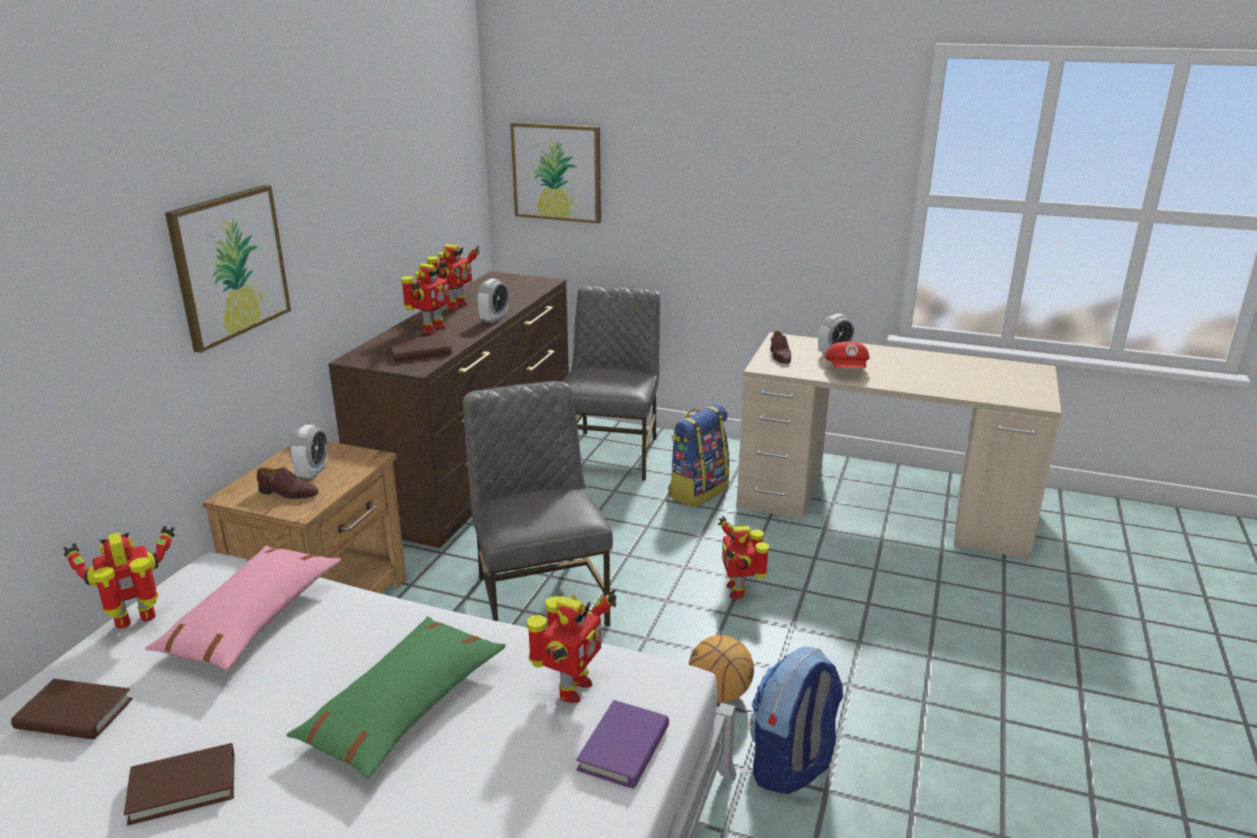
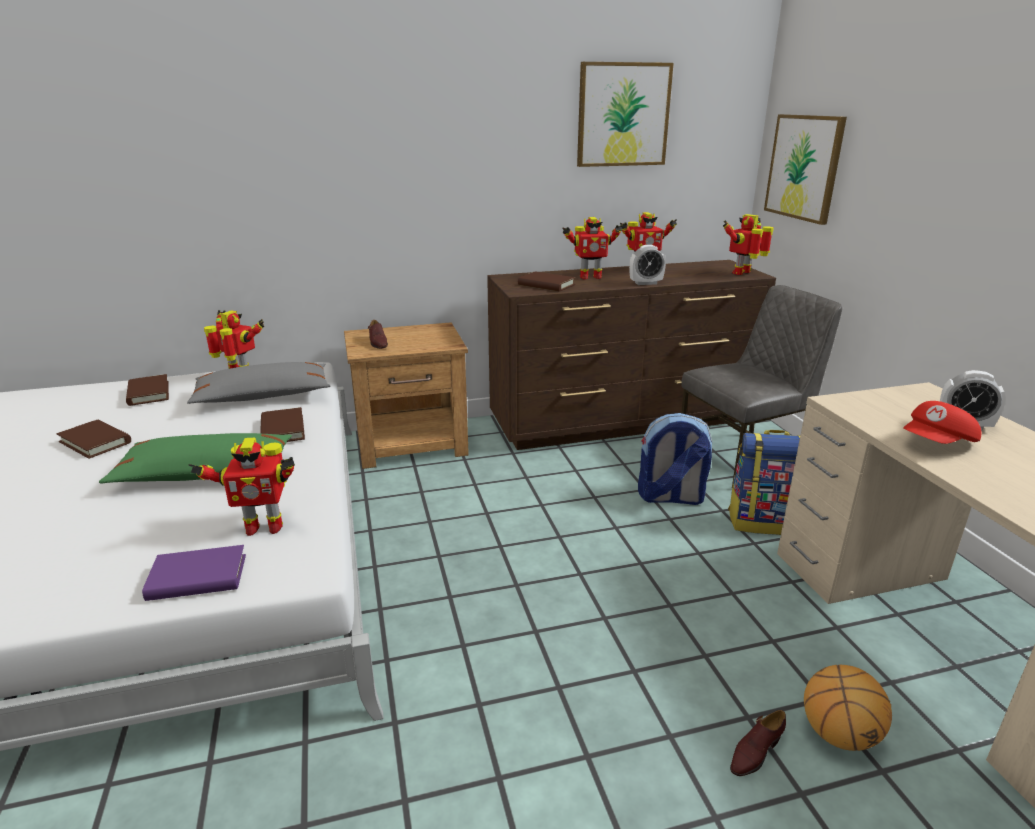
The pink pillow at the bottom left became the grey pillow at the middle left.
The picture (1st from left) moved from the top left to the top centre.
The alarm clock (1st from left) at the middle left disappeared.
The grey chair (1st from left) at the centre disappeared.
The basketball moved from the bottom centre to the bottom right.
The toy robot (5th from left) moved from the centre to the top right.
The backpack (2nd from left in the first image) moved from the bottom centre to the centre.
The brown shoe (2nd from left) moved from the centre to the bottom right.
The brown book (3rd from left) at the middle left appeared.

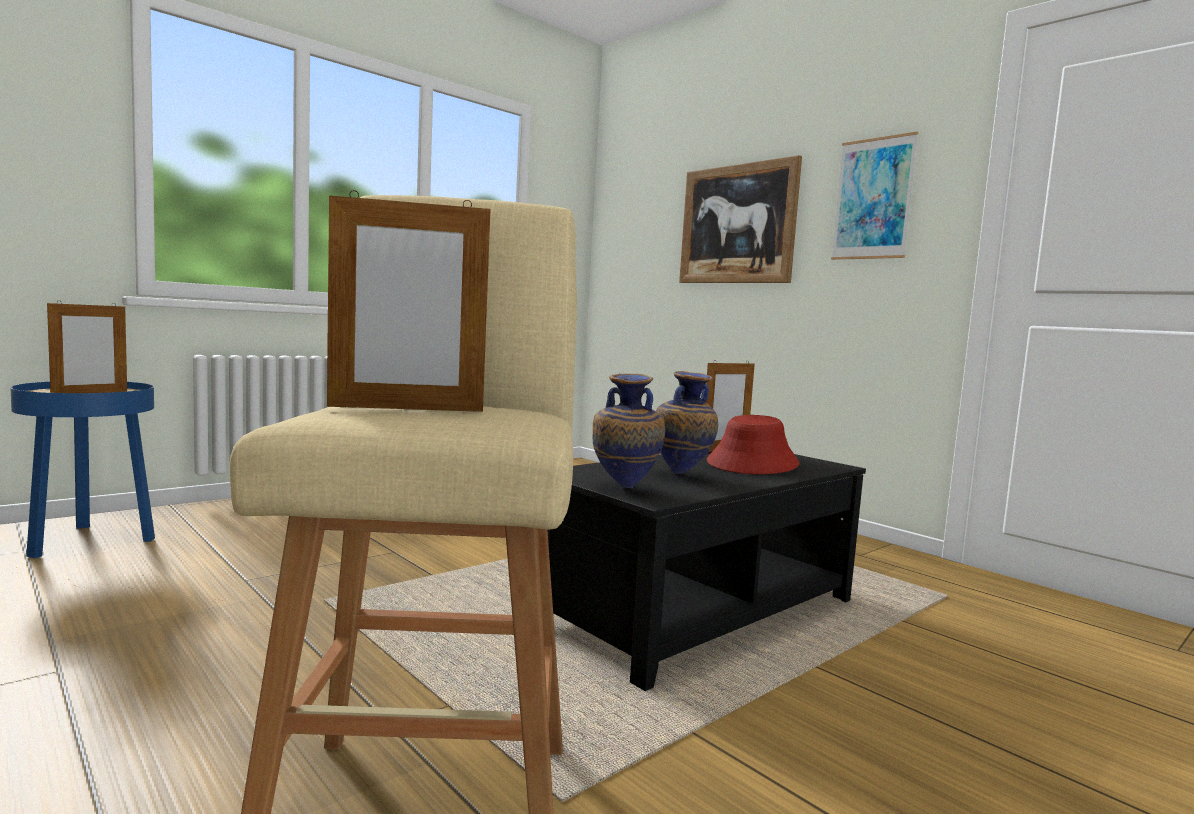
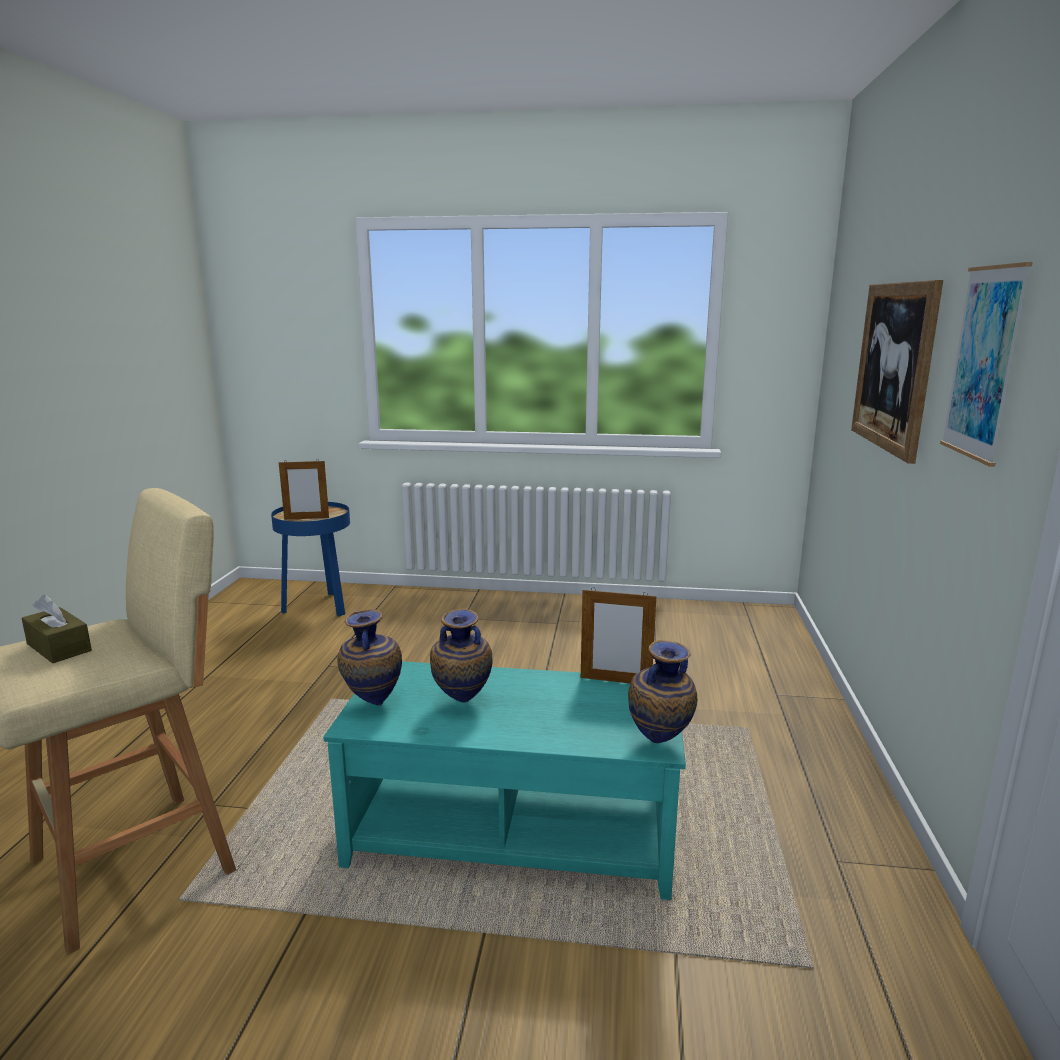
The picture frame (2nd from left) at the centre was replaced by the brown tissue box at the middle left.
The black coffee table at the bottom centre became the turquoise coffee table at the bottom centre.
The red hat at the centre disappeared.
The vase (3rd from left) at the centre appeared.

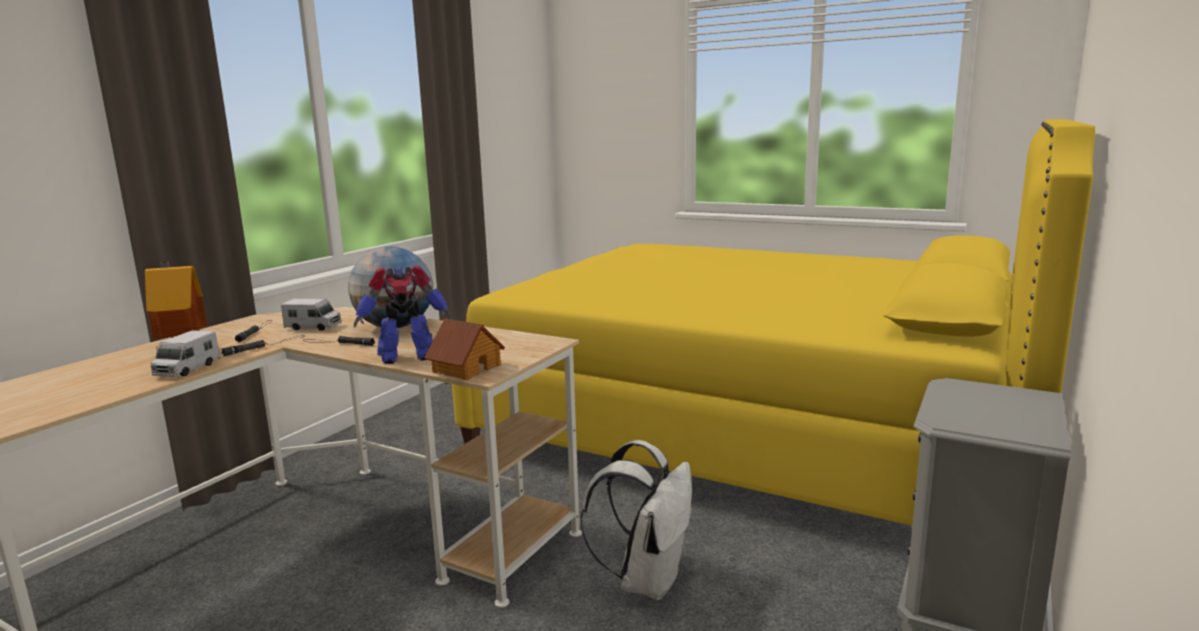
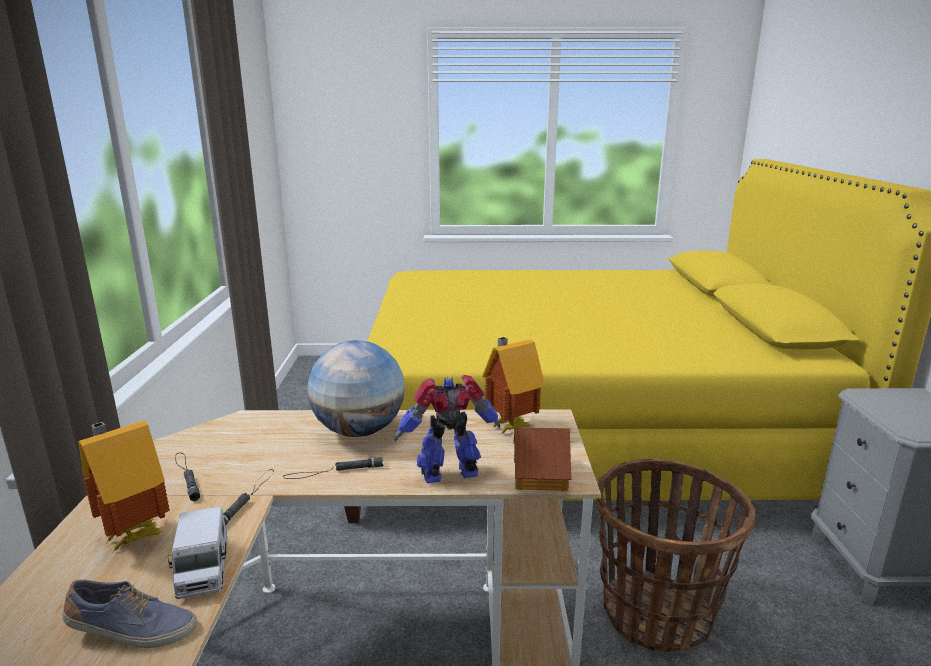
The toy truck (2nd from left) at the middle left disappeared.
The toy robot at the centre turned 150 degrees counterclockwise.
The white backpack at the bottom centre was replaced by the basket at the bottom right.
The shoe at the bottom left appeared.
The toy house (2nd from left) at the centre appeared.

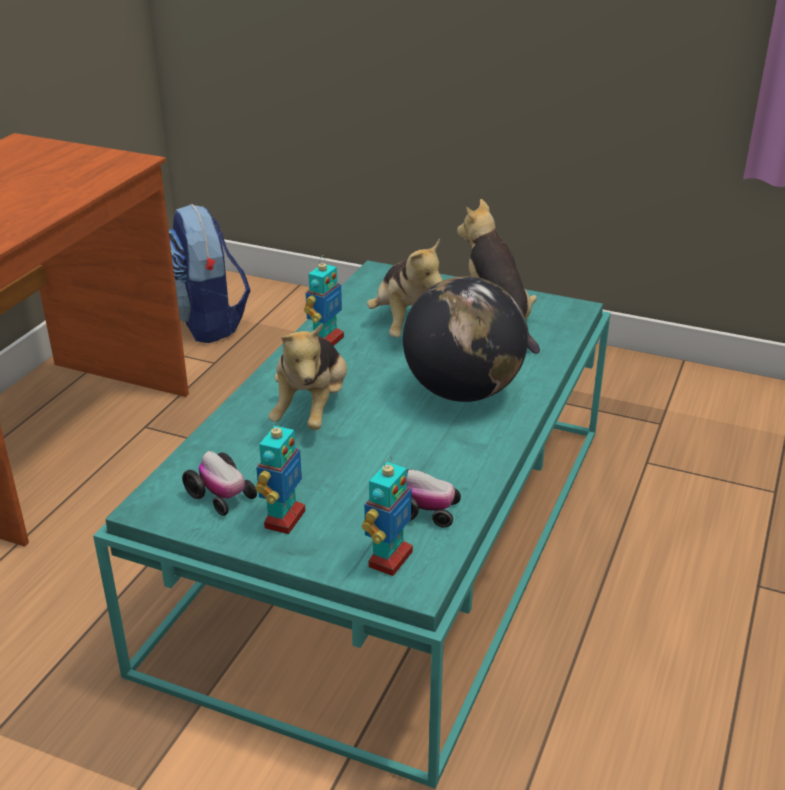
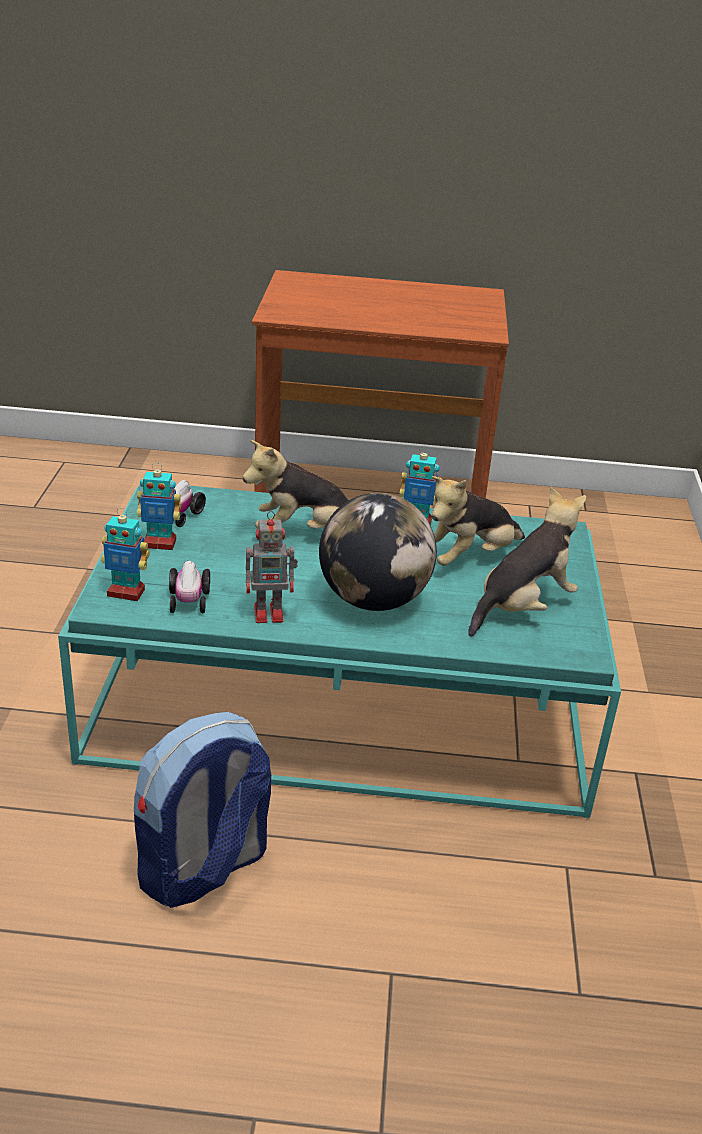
The backpack moved from the middle left to the bottom left.
The toy robot (3rd from left) at the centre appeared.

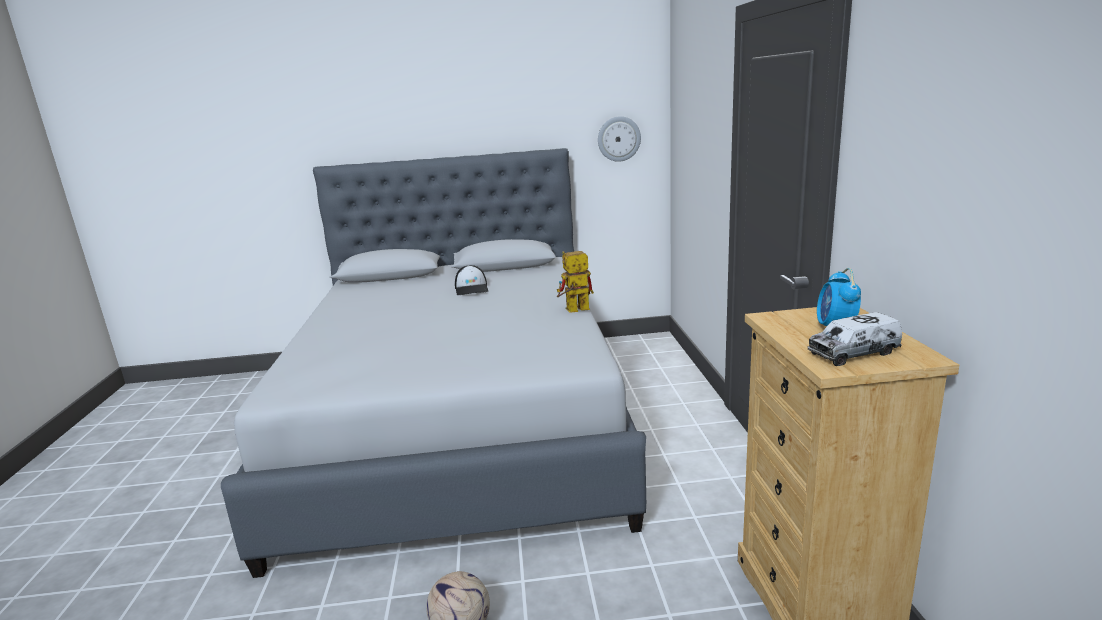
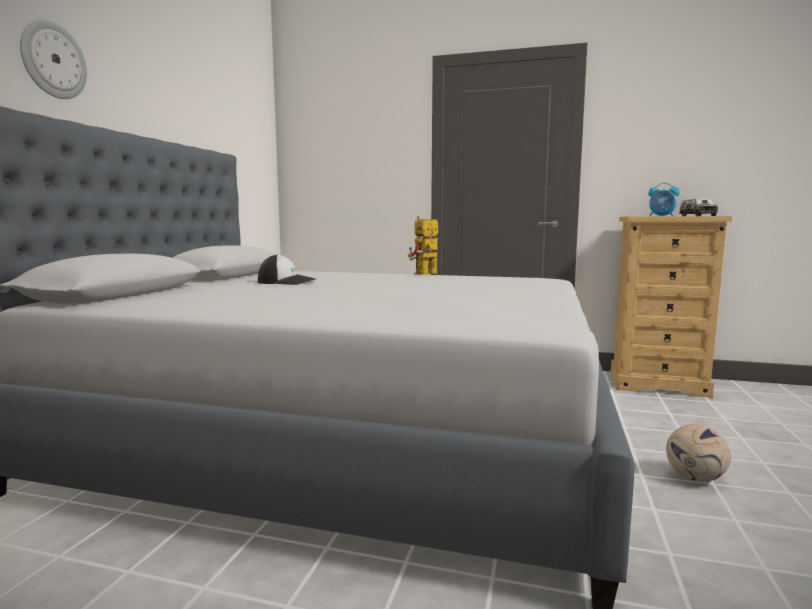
The toy robot at the centre turned 45 degrees clockwise.
The wall clock moved from the top centre to the top left.

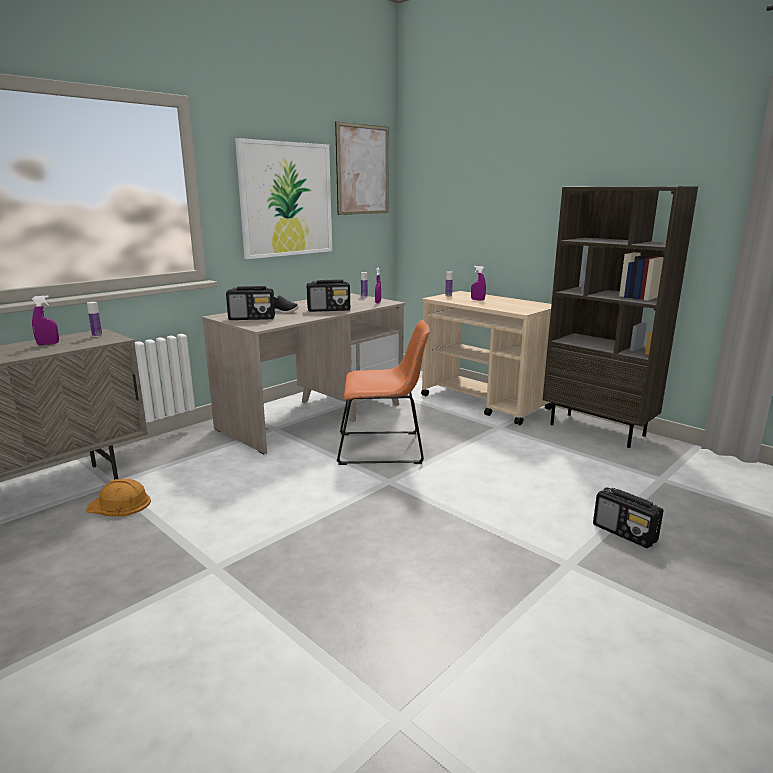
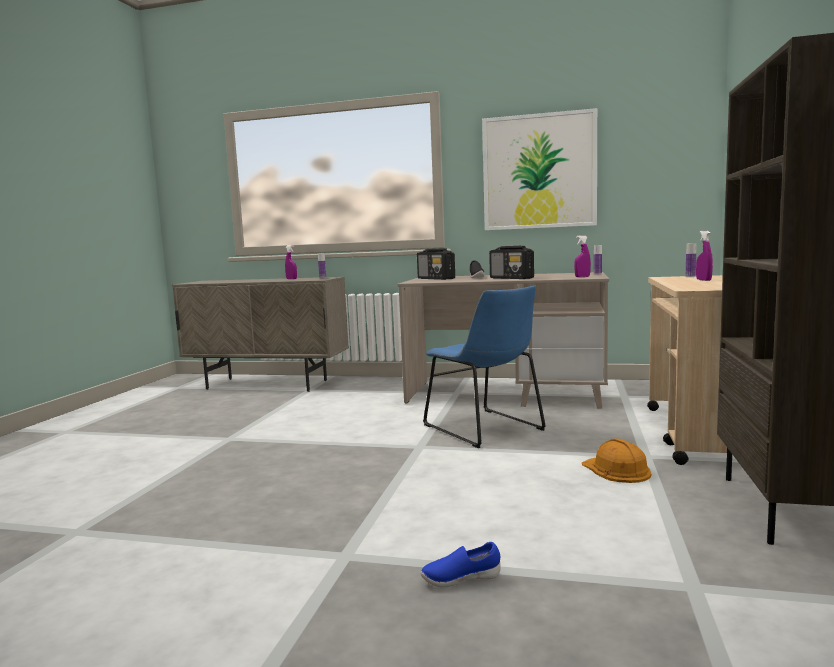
The orange hard hat moved from the middle left to the bottom right.
The picture (2nd from left) at the top centre disappeared.
The orange chair at the centre became the blue chair at the centre.
The radio (3rd from left) at the bottom right was replaced by the blue shoe at the bottom centre.

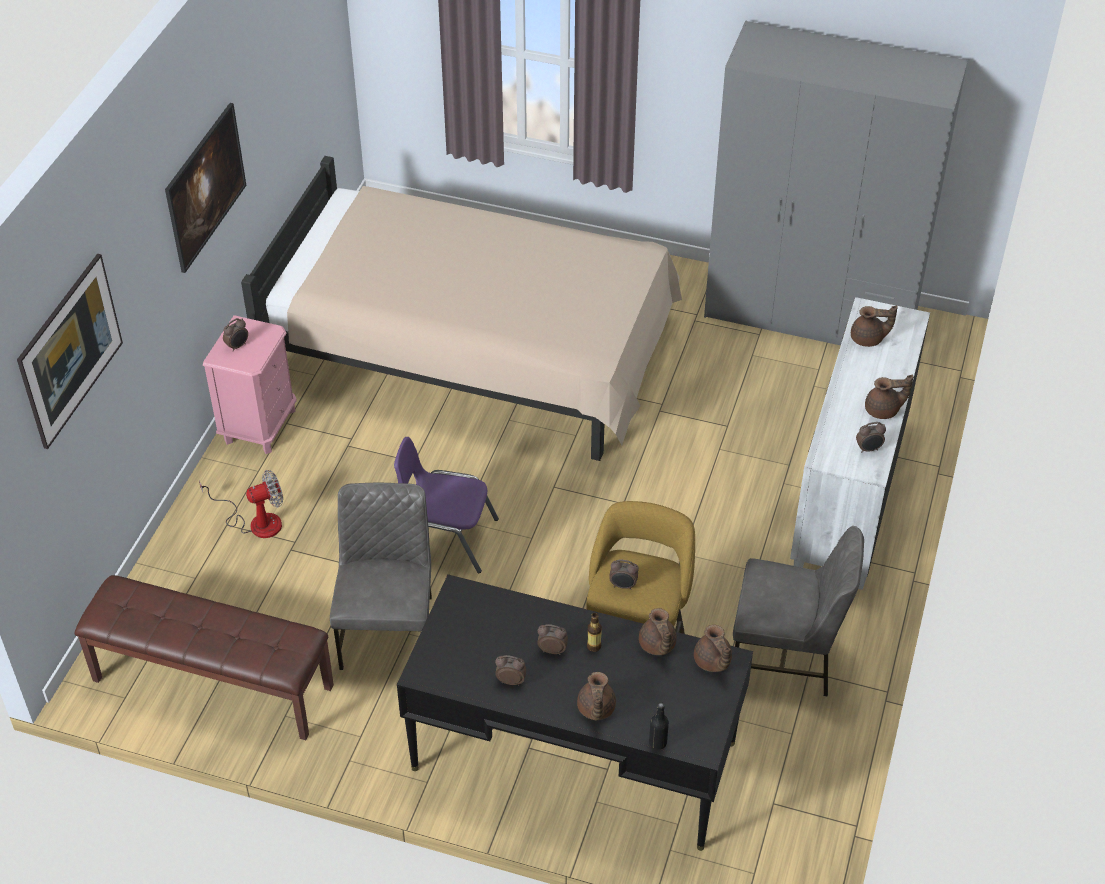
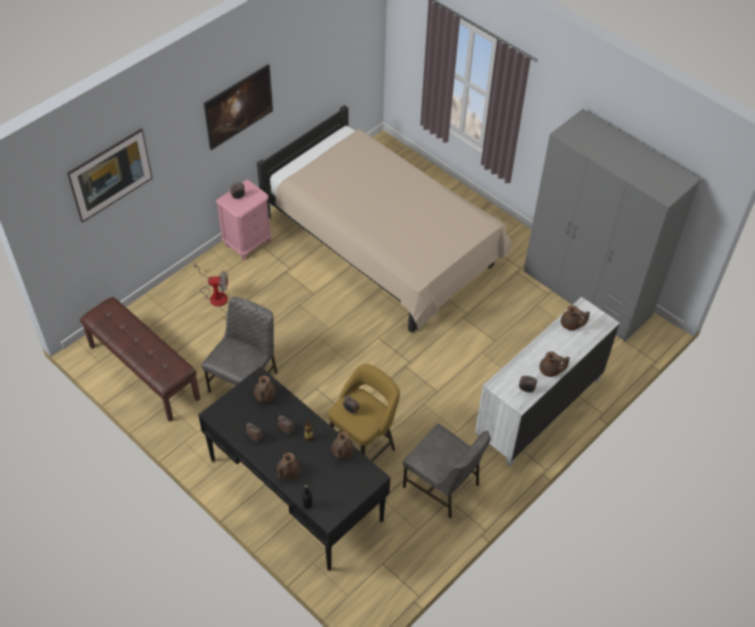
The purple chair at the centre disappeared.
The brown teapot (3rd from left in the first image) moved from the bottom centre to the centre.

